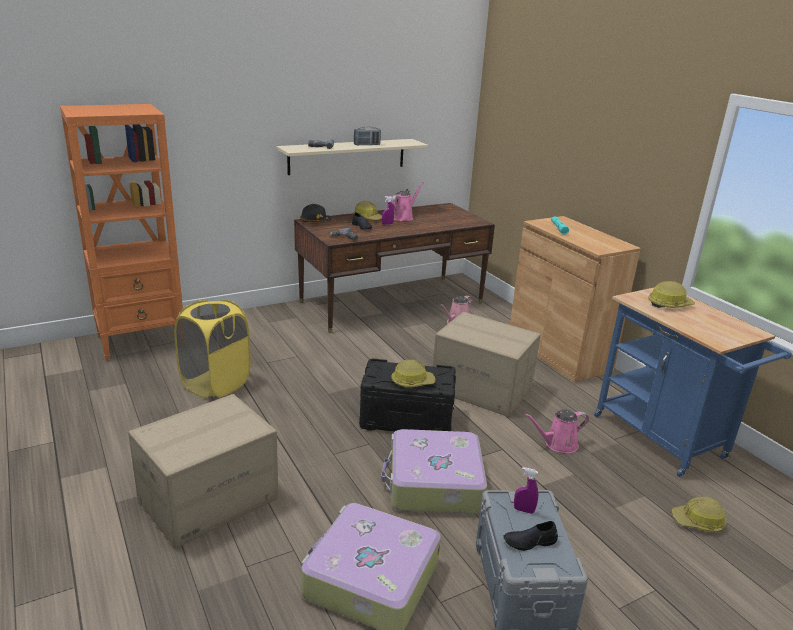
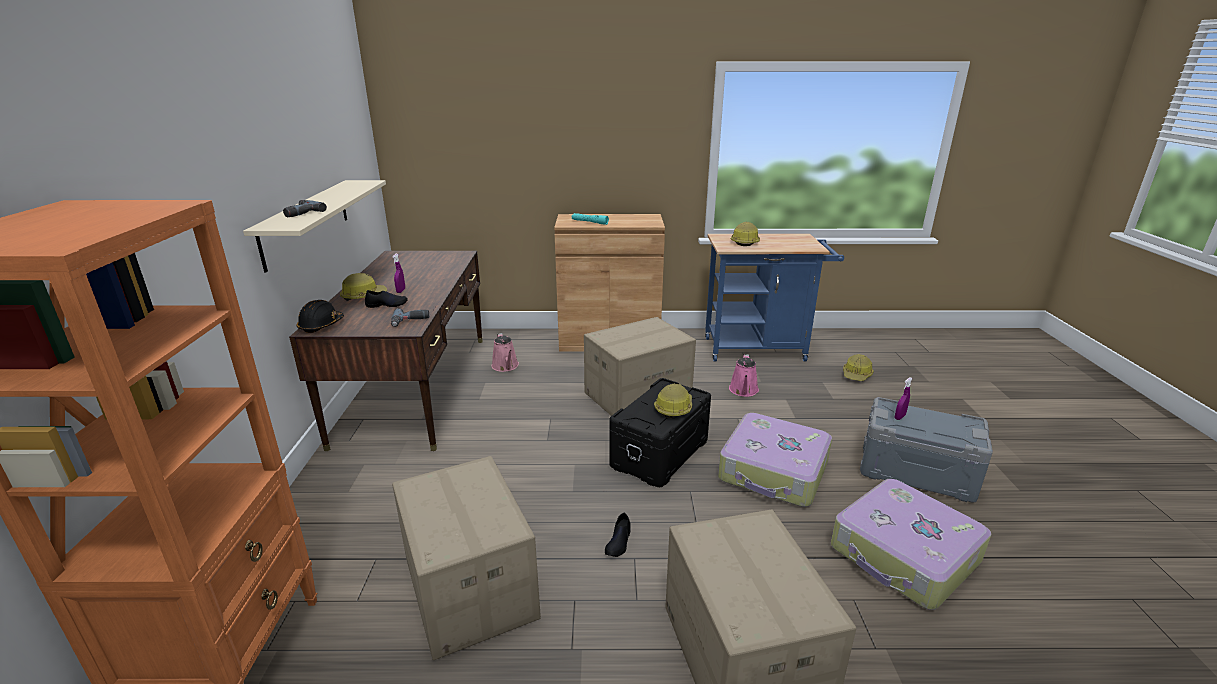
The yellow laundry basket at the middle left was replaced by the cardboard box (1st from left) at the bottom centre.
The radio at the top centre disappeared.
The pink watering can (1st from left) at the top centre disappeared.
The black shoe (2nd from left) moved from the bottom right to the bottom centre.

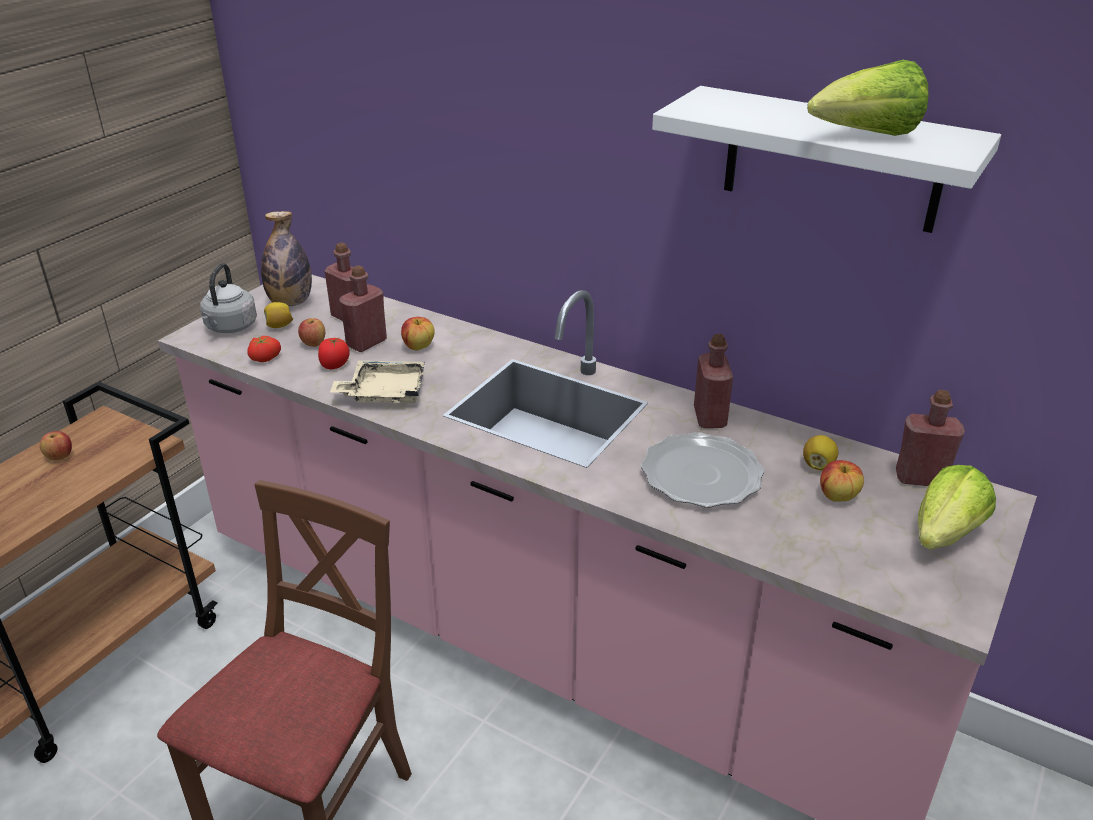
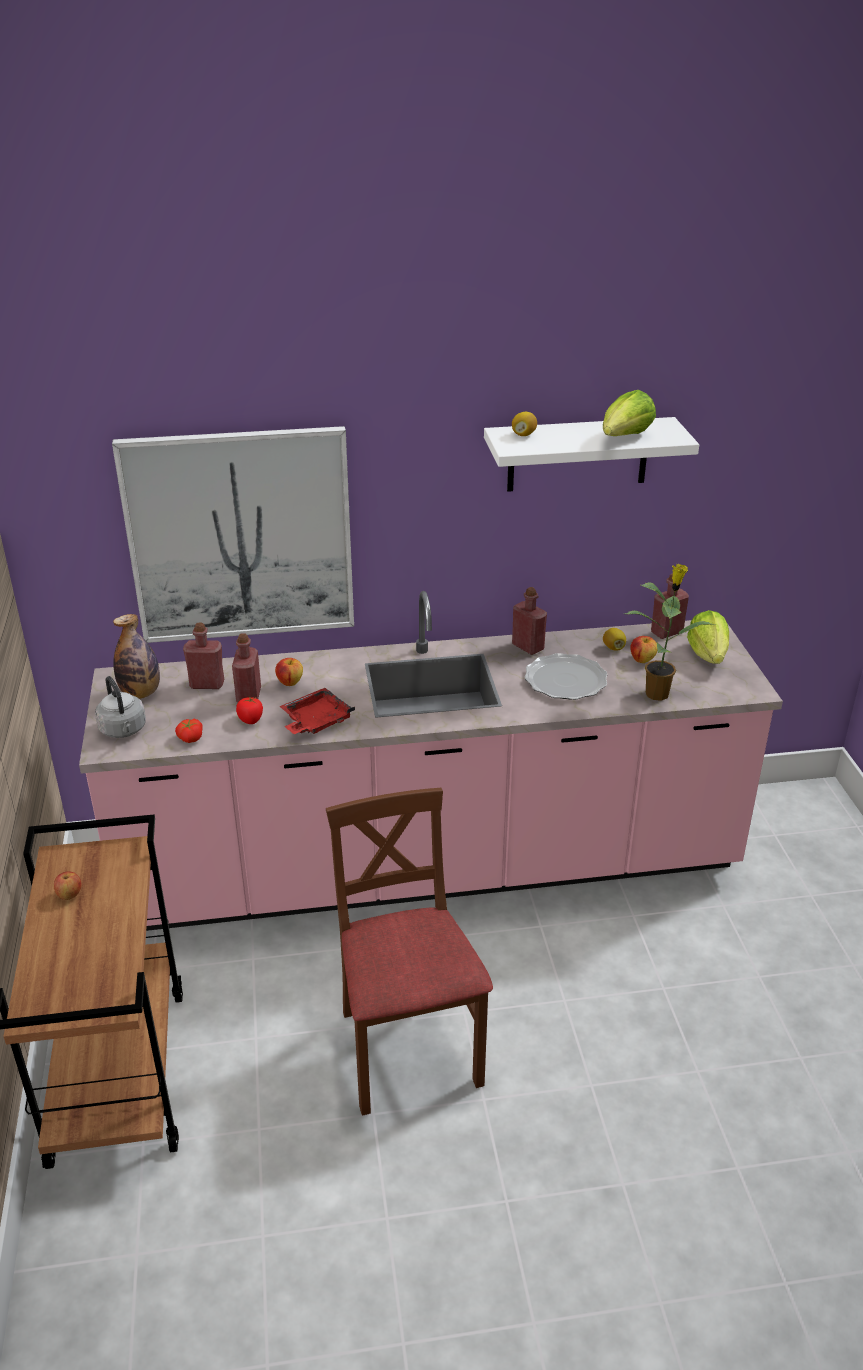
The lemon (1st from left) moved from the middle left to the top centre.
The apple (2nd from left) at the middle left disappeared.
The beige tray at the centre became the red tray at the centre.
The picture at the middle left appeared.
The potted plant at the middle right appeared.

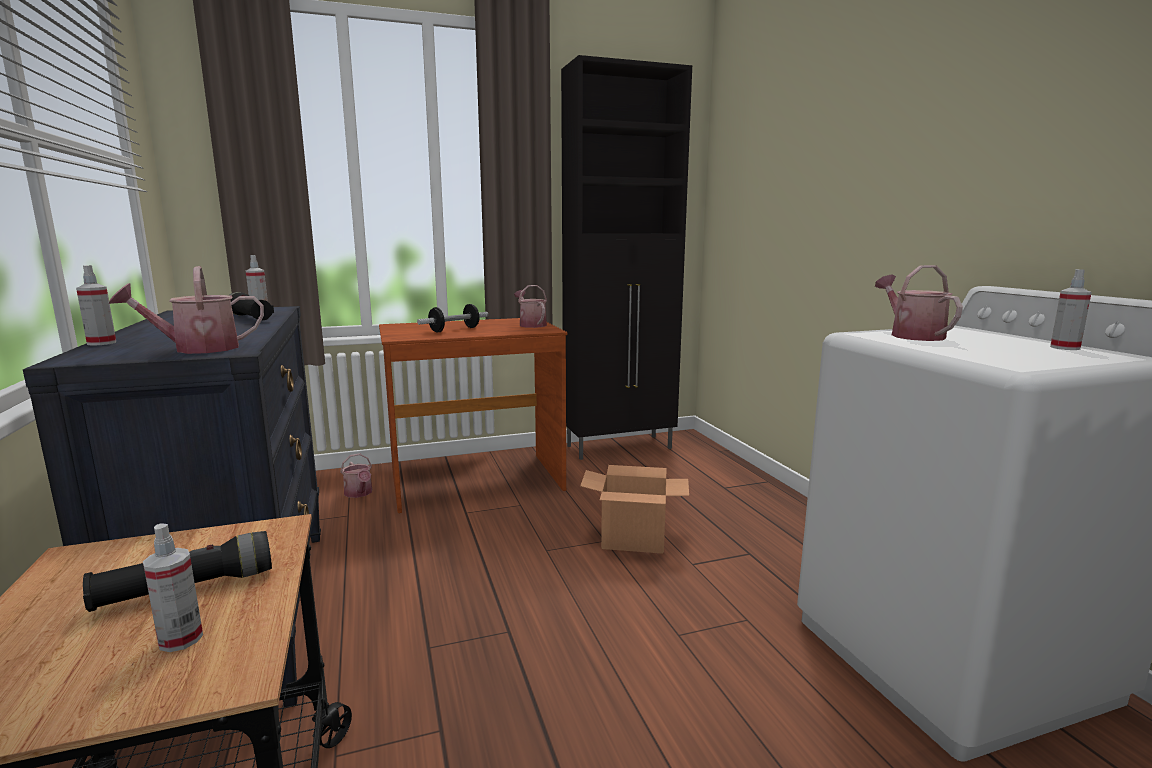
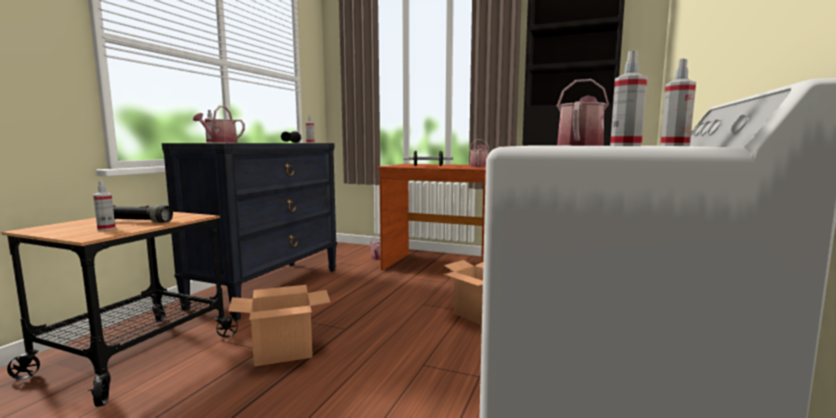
The cardboard box (1st from left) at the bottom centre appeared.
The spray bottle (4th from left) at the top right appeared.

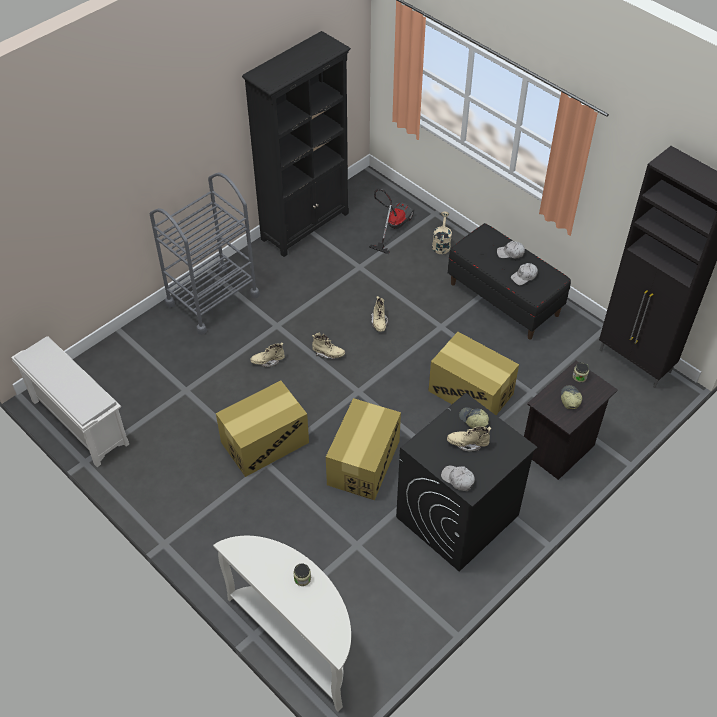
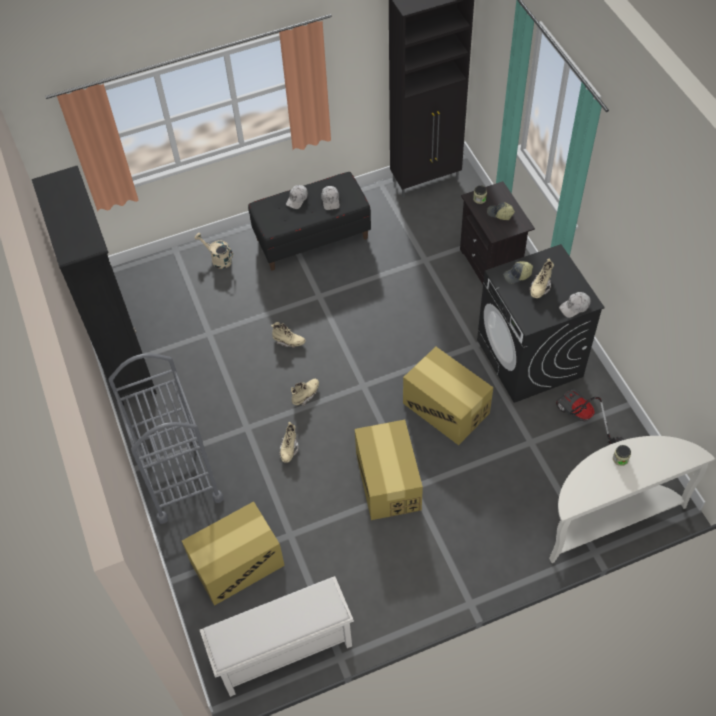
The vacuum cleaner moved from the top centre to the middle right.
The cardboard box (3rd from left in the first image) moved from the centre to the bottom left.

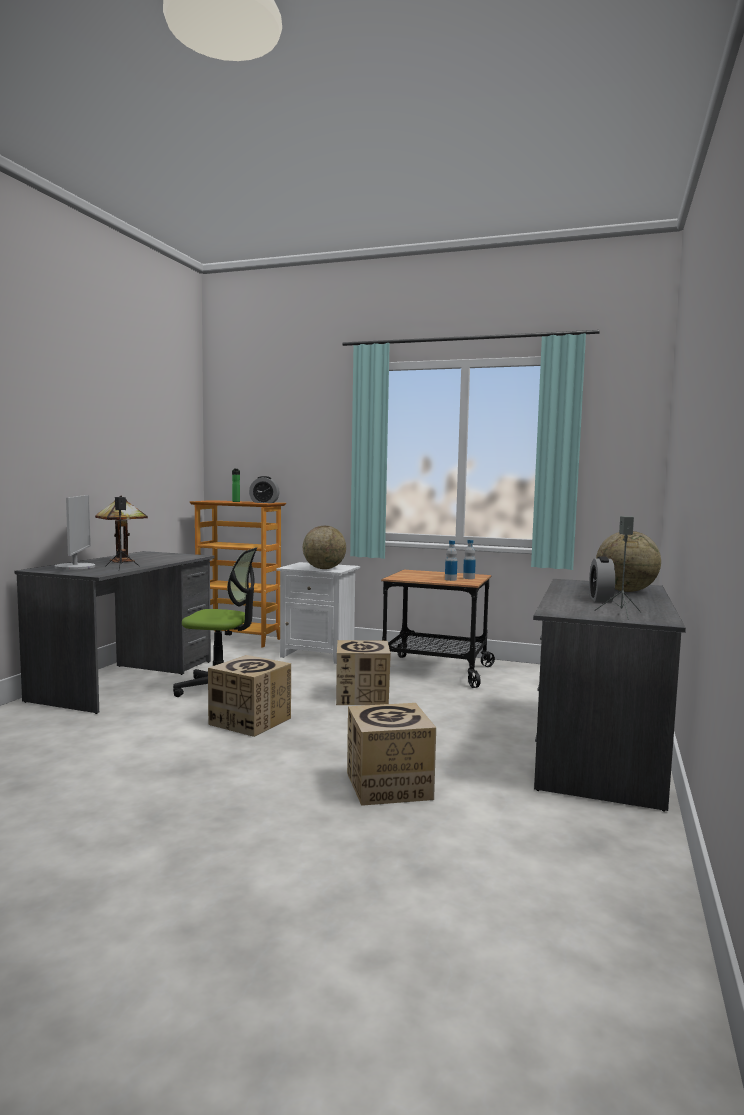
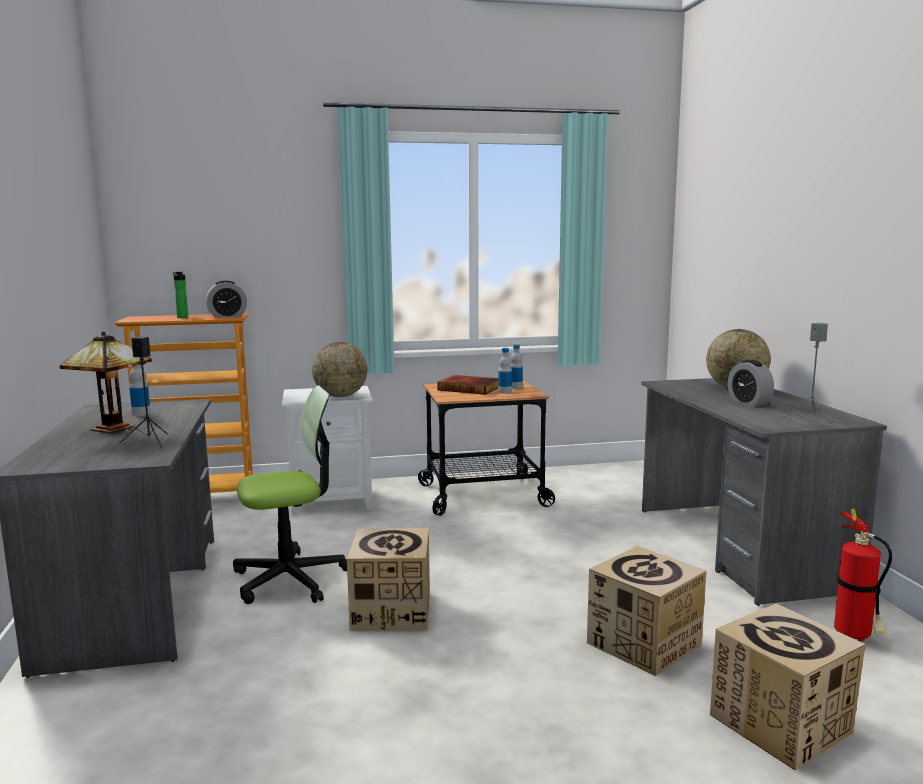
The monitor at the middle left disappeared.
The cardboard box (2nd from left in the first image) moved from the centre to the bottom right.
The bottle (1st from left) at the middle left appeared.
The book at the centre appeared.
The fire extinguisher at the bottom right appeared.

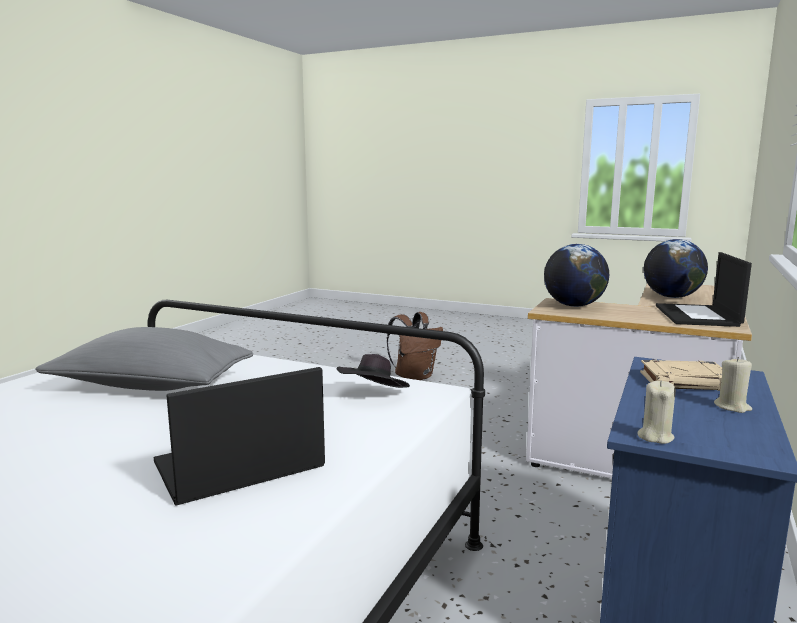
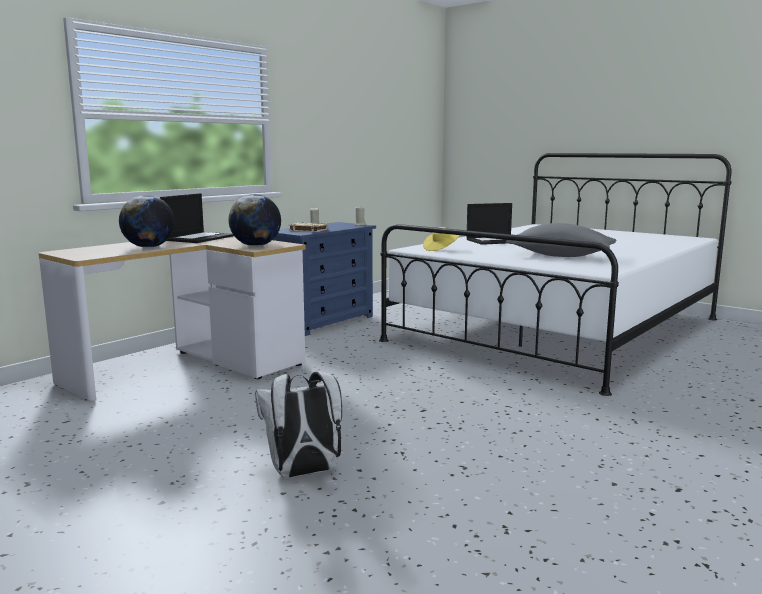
The black hat at the centre became the yellow hat at the centre.
The brown backpack at the centre became the white backpack at the bottom centre.

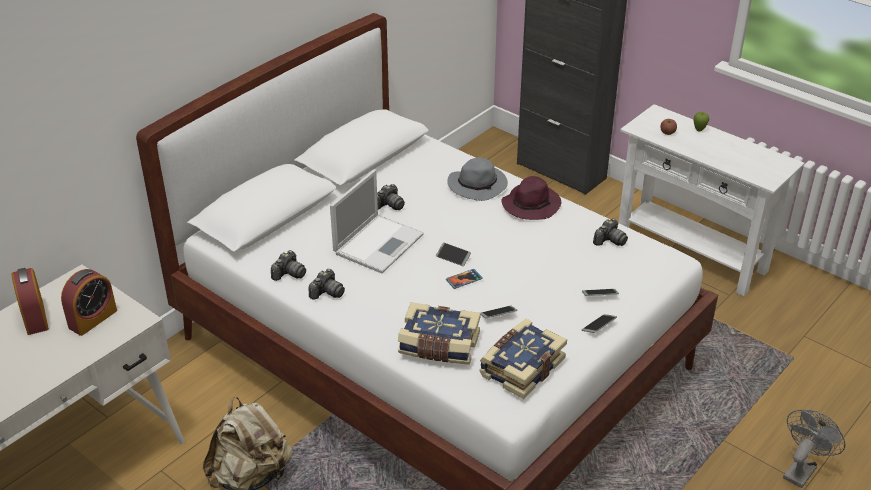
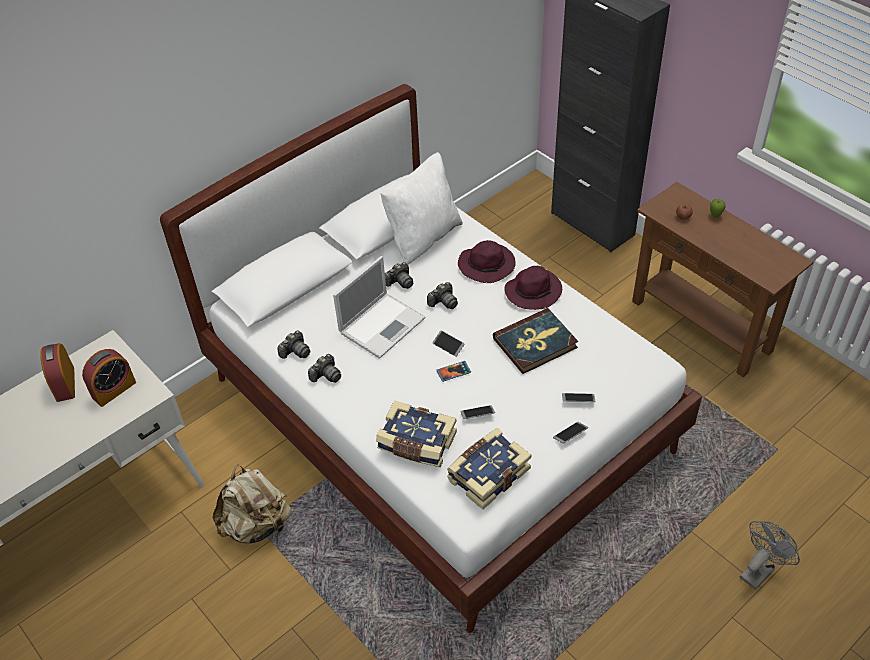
The grey hat at the centre became the purple hat (1st from left) at the centre.
The photo camera (4th from left) moved from the middle right to the centre.
The white console table at the middle right became the brown console table at the middle right.
The white pillow at the top centre appeared.
The book (3rd from left) at the centre appeared.

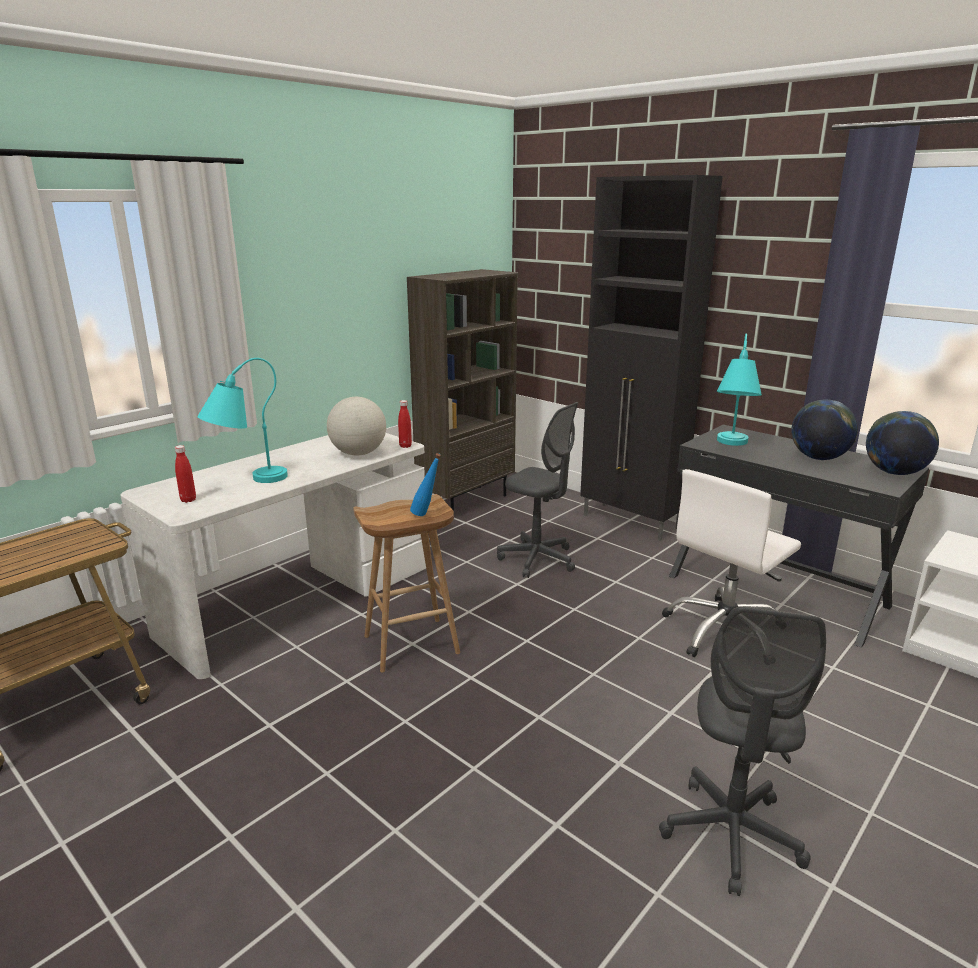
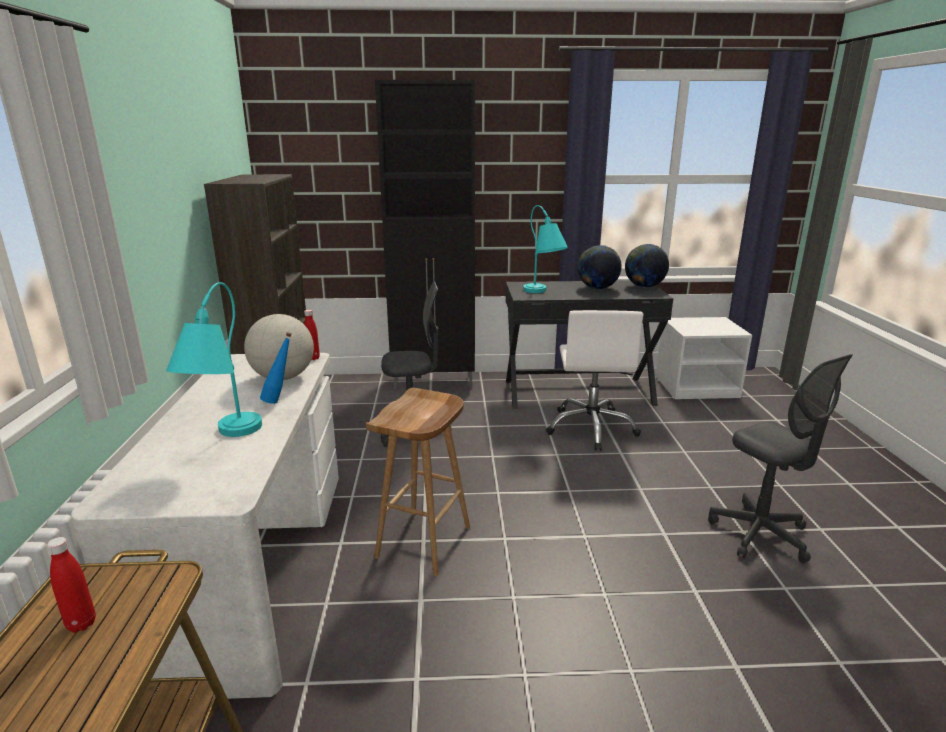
The red bottle (1st from left) moved from the middle left to the bottom left.
The blue bottle moved from the centre to the middle left.

